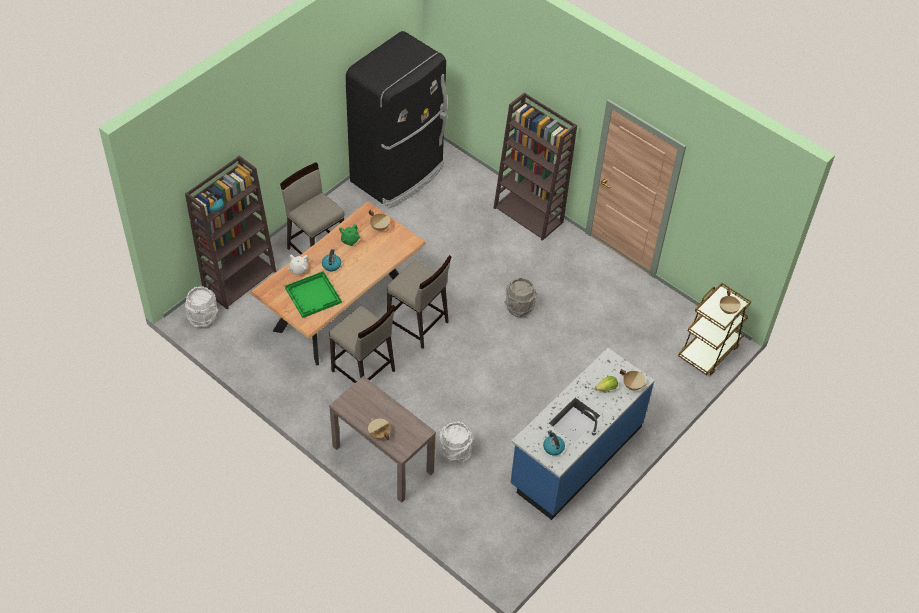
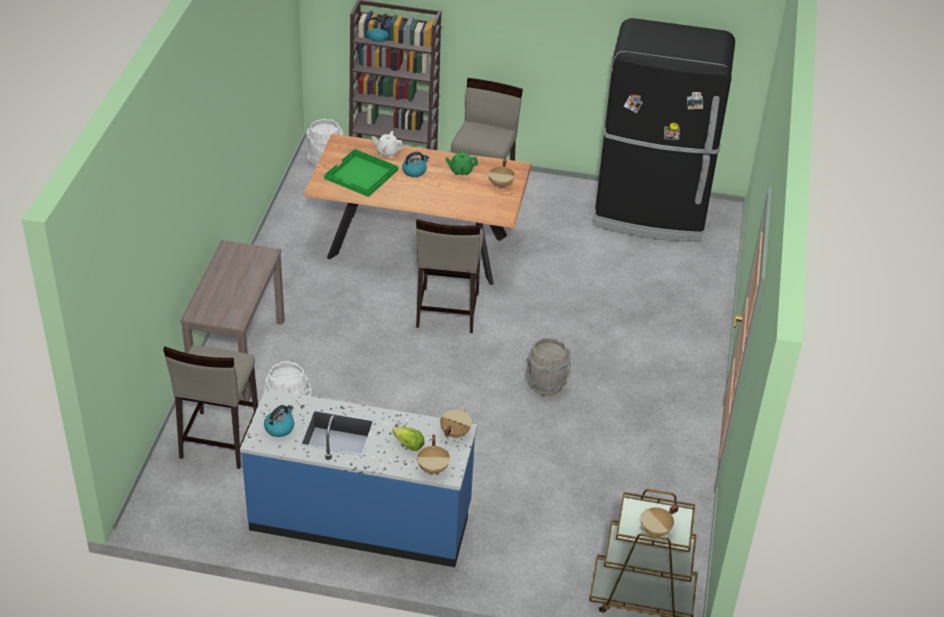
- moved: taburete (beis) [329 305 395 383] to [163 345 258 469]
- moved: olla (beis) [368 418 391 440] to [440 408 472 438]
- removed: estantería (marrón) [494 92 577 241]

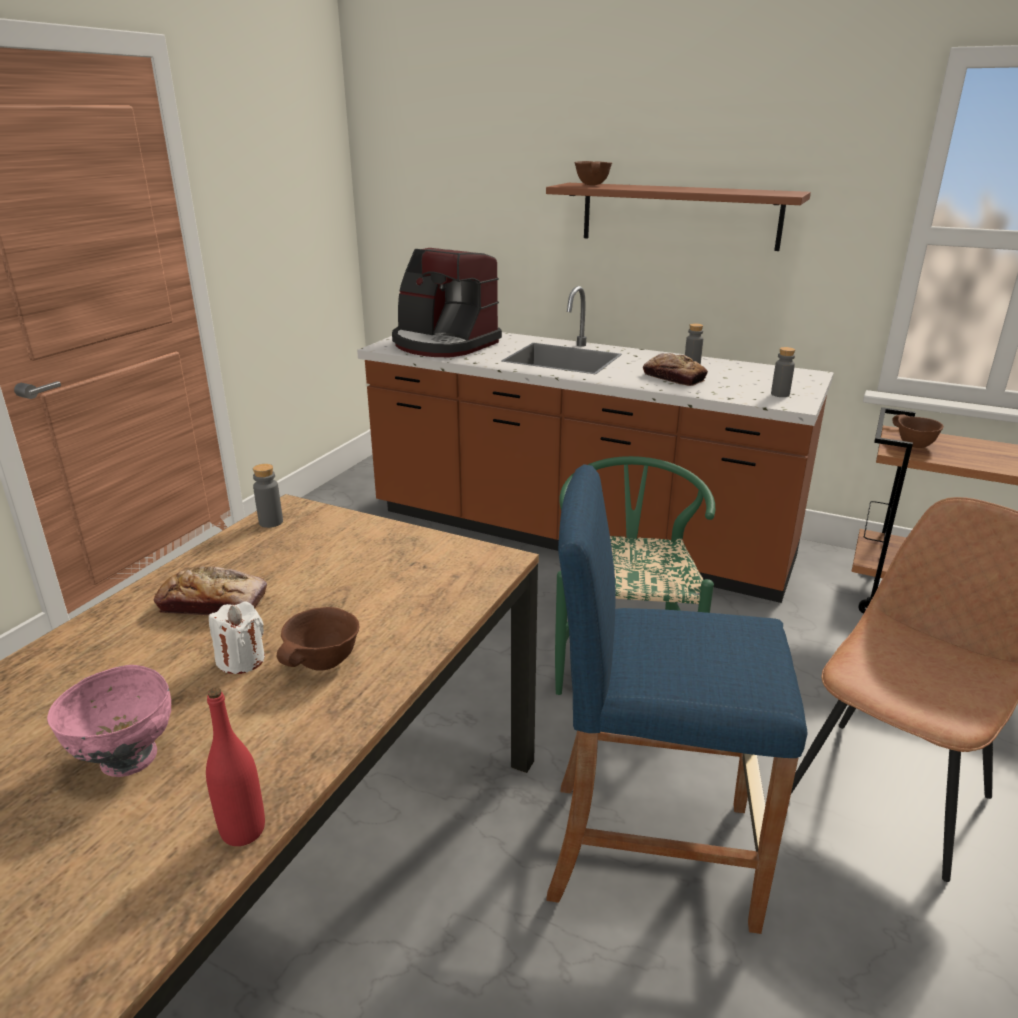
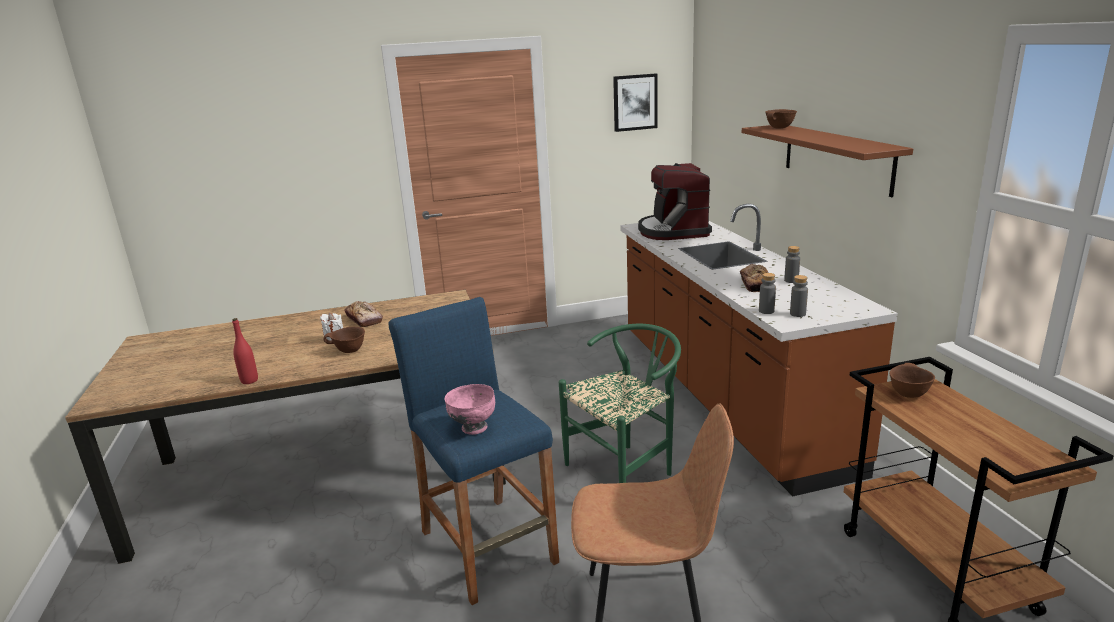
- moved: cuenco (rosa) [47 665 171 777] to [444 384 495 435]
- moved: botella (gris) [253 464 283 528] to [759 273 776 314]
- added: cuadro [613 73 658 132]

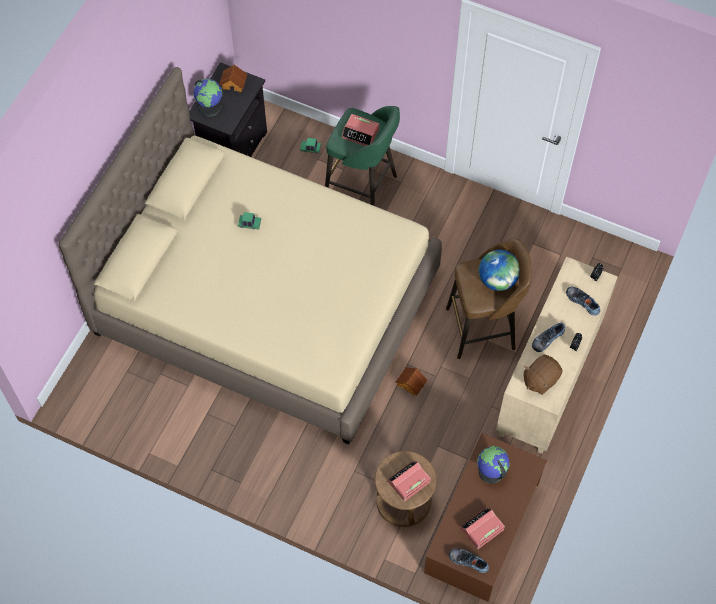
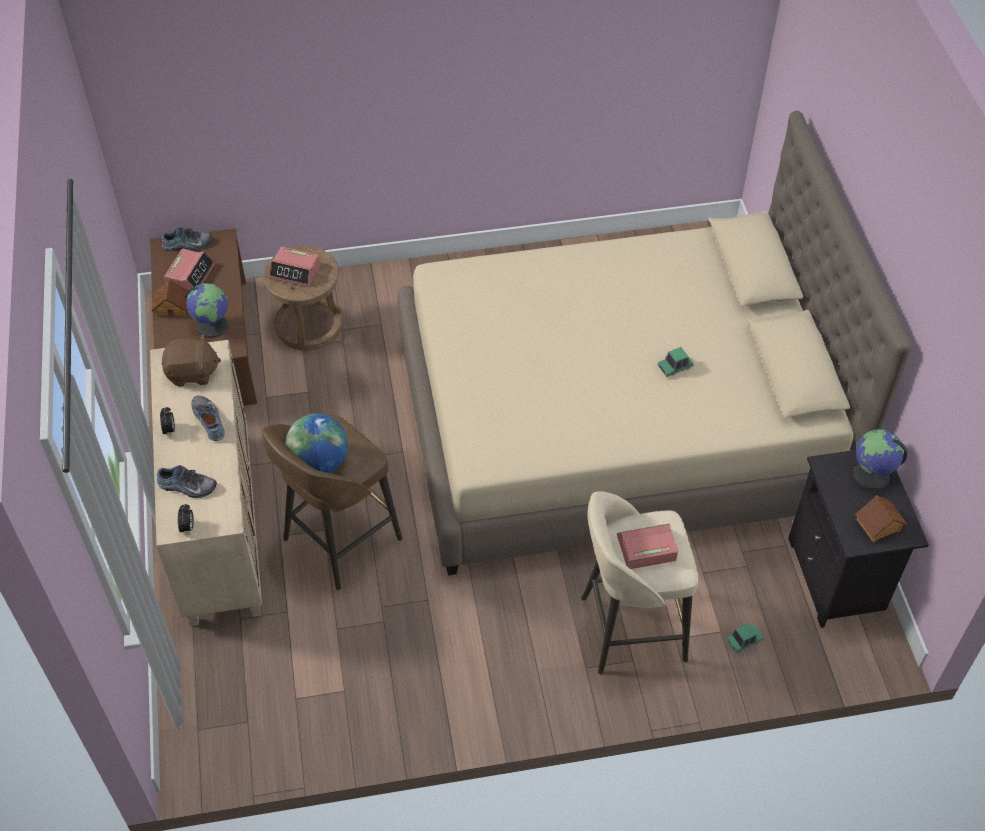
- recoloured: taburete (verde) [325 106 400 206] to taburete (beis) [581 491 698 674]
- turned: despertador [387 461 431 501] = [269 247 320 287] 90 degrees clockwise
- moved: casita [396 367 427 396] to [151 279 188 317]
- turned: peluche (marrón) [524 355 563 395] = [161 334 221 386] 75 degrees clockwise
- turned: zapato [532 322 565 352] = [191 396 225 441] 45 degrees counterclockwise

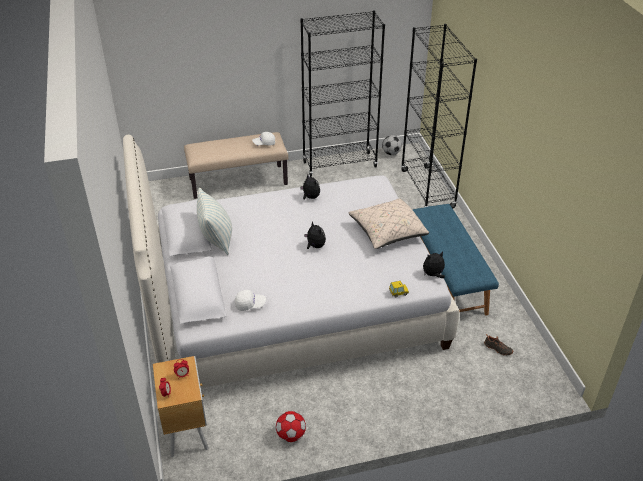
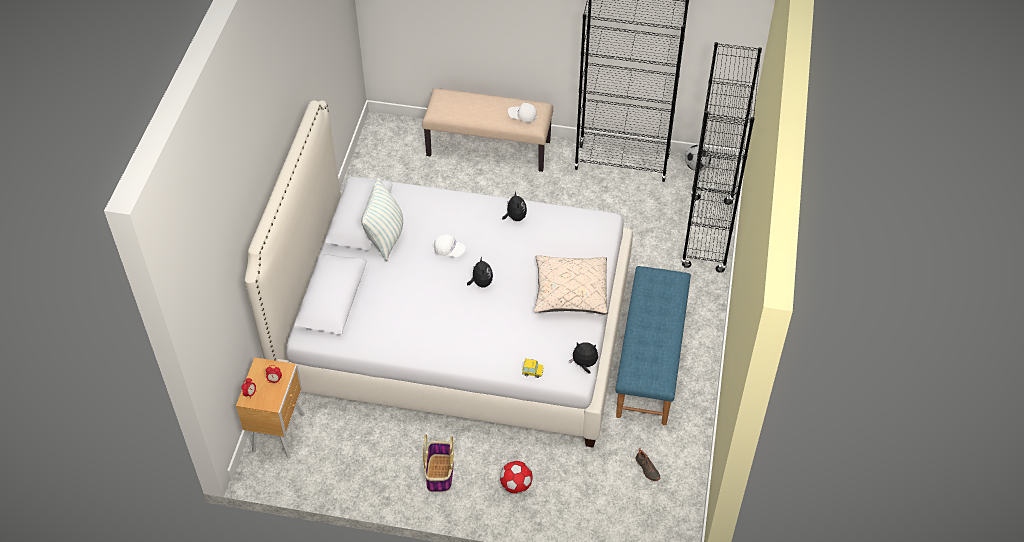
- moved: gorra (blanco) [234 290 266 311] to [434 234 466 257]
- moved: balón de fútbol [276 411 306 442] to [500 461 533 494]
- added: cesta [423 434 454 492]

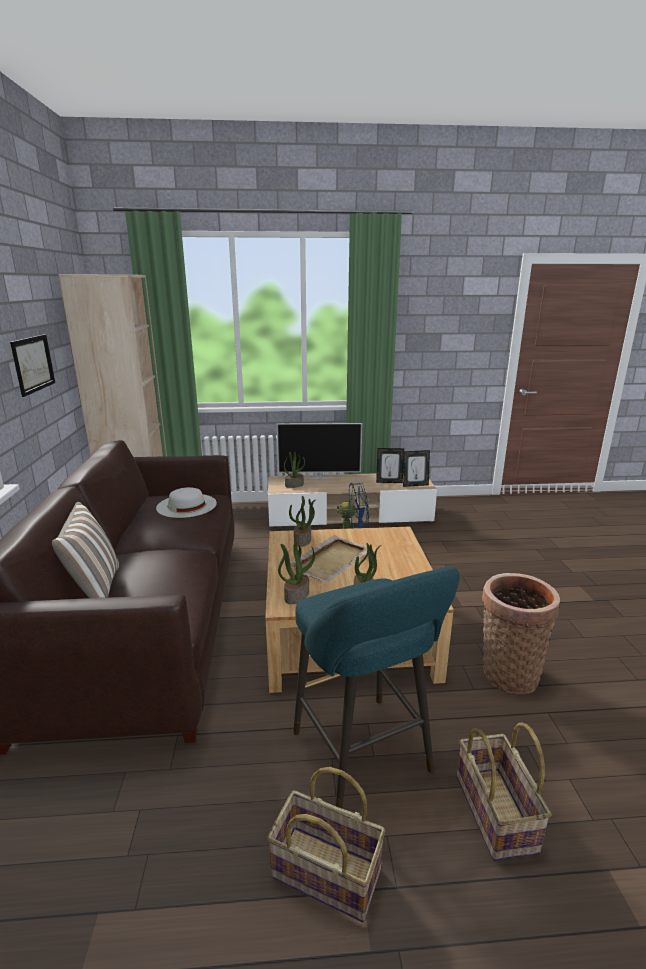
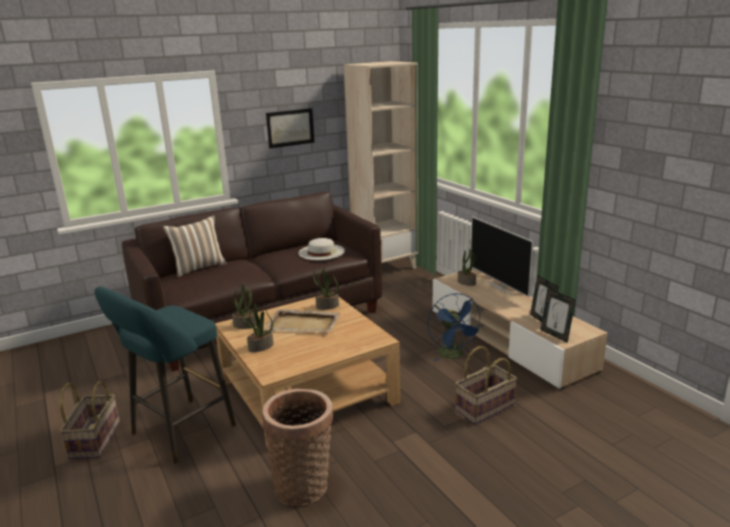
- moved: cesta [457 722 552 861] to [455 346 517 424]

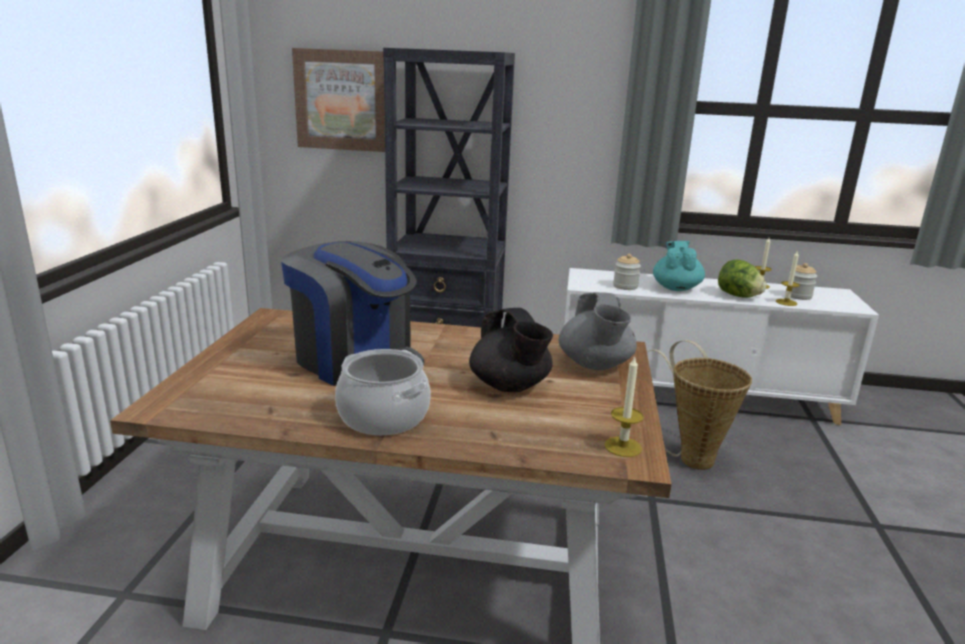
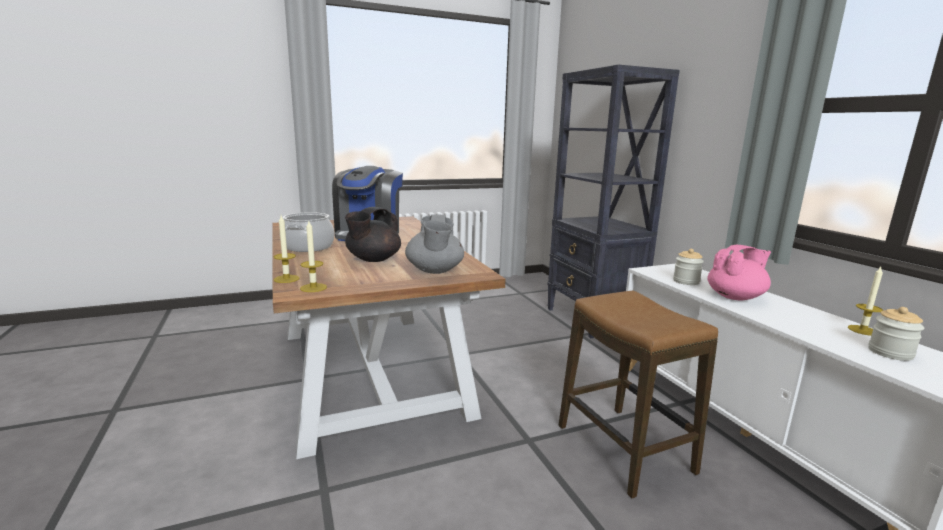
- removed: cuadro [292 48 385 152]
- turned: tetera (gris) [559 292 637 370] = [405 214 464 274] 60 degrees counterclockwise
- replaced: cesta [648 340 752 470] to taburete [558 291 718 498]
- recoloured: tetera (turquesa) [653 241 705 291] to tetera (rosa) [707 245 771 301]
- removed: lechuga [718 259 767 298]
- moved: vela [776 250 800 306] to [273 215 300 283]

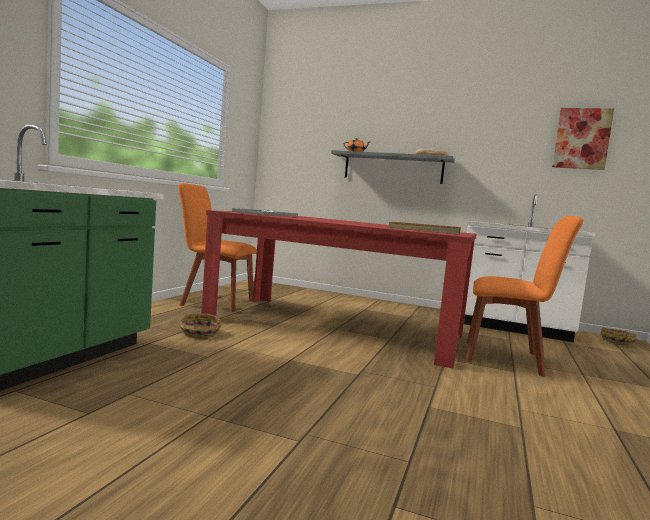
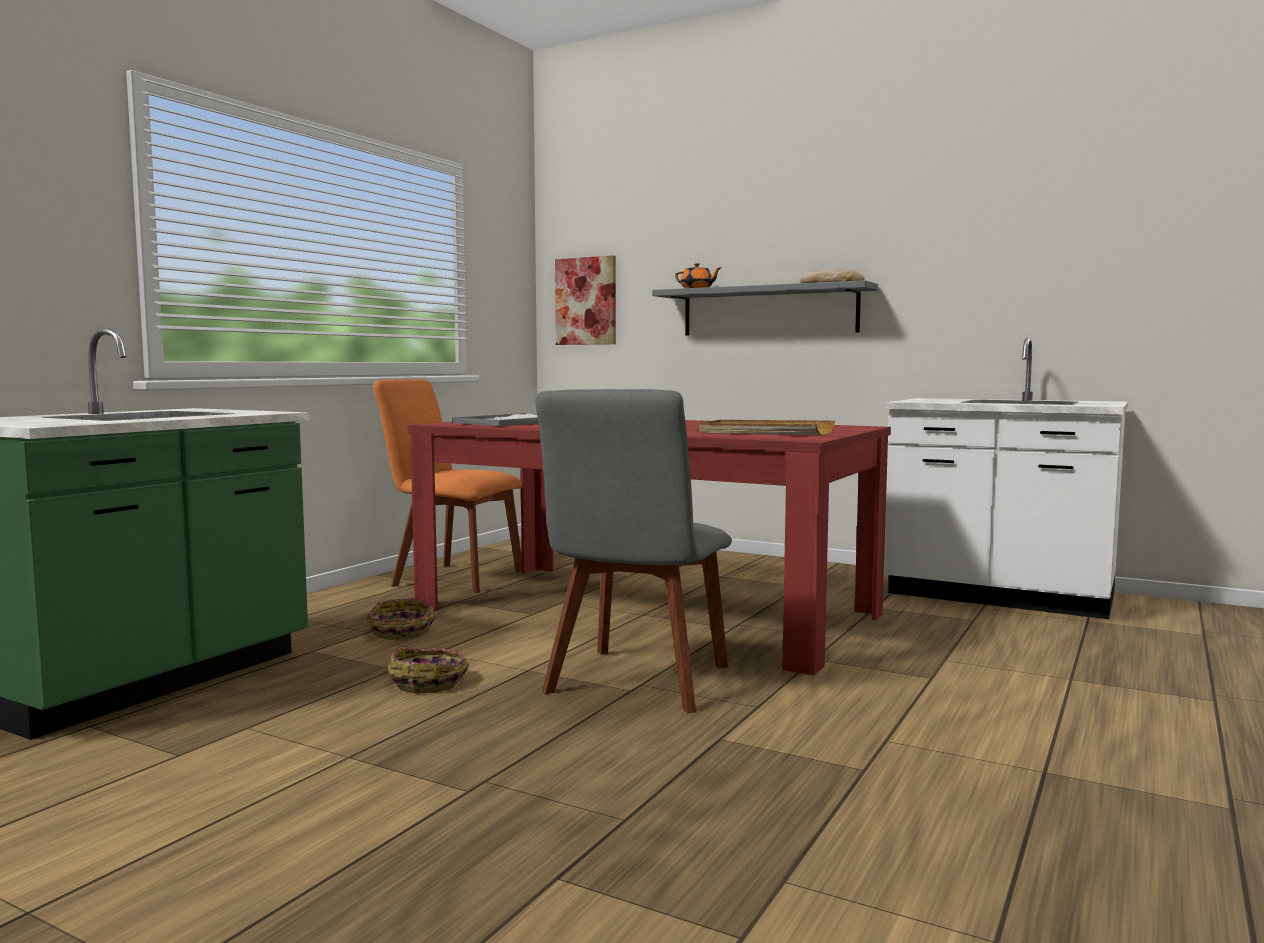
- removed: silla (naranja) [465 216 583 377]
- moved: cuadro [552 108 614 170] to [555 255 616 345]
- moved: cesta [601 327 637 346] to [388 647 469 694]
- added: silla (gris) [535 389 732 714]

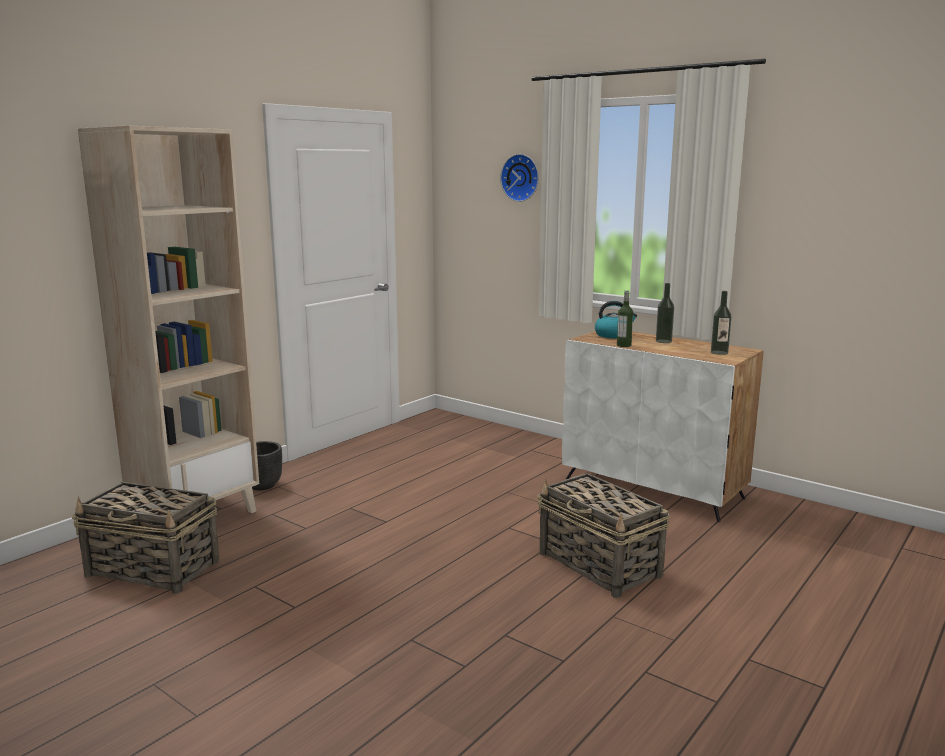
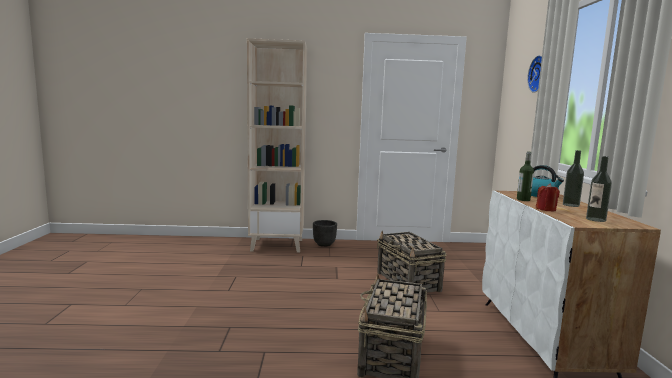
- moved: cesta [72 482 220 594] to [377 231 446 293]
- added: vela (rojo) [536 184 560 211]

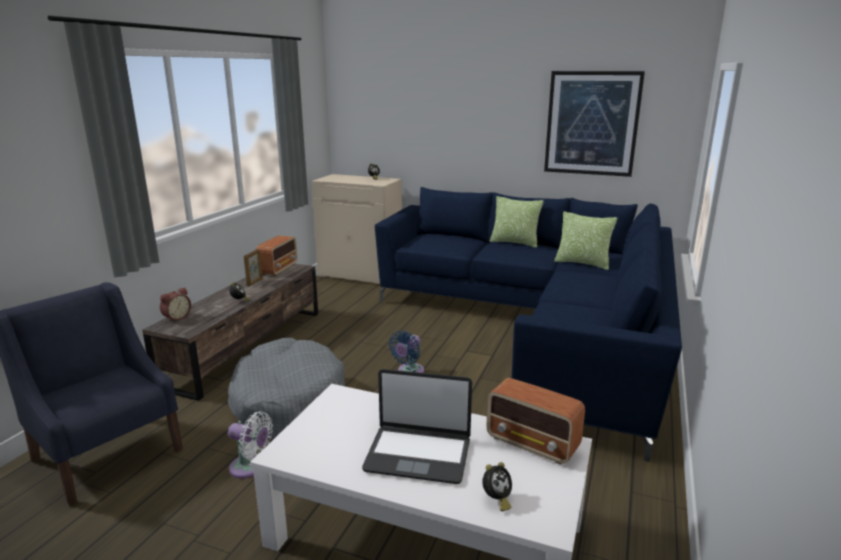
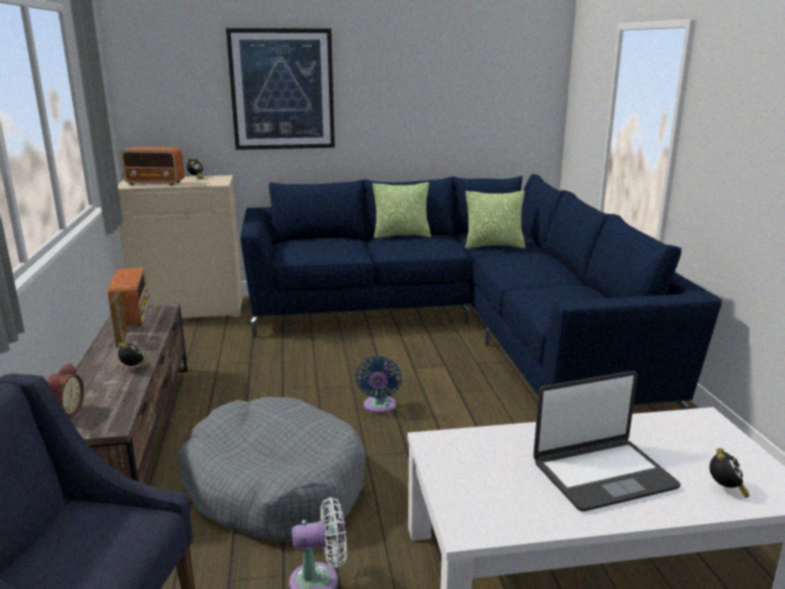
- moved: radio [486 378 585 464] to [120 147 185 186]
- moved: cuadro [544 71 645 177] to [226 28 335 150]

